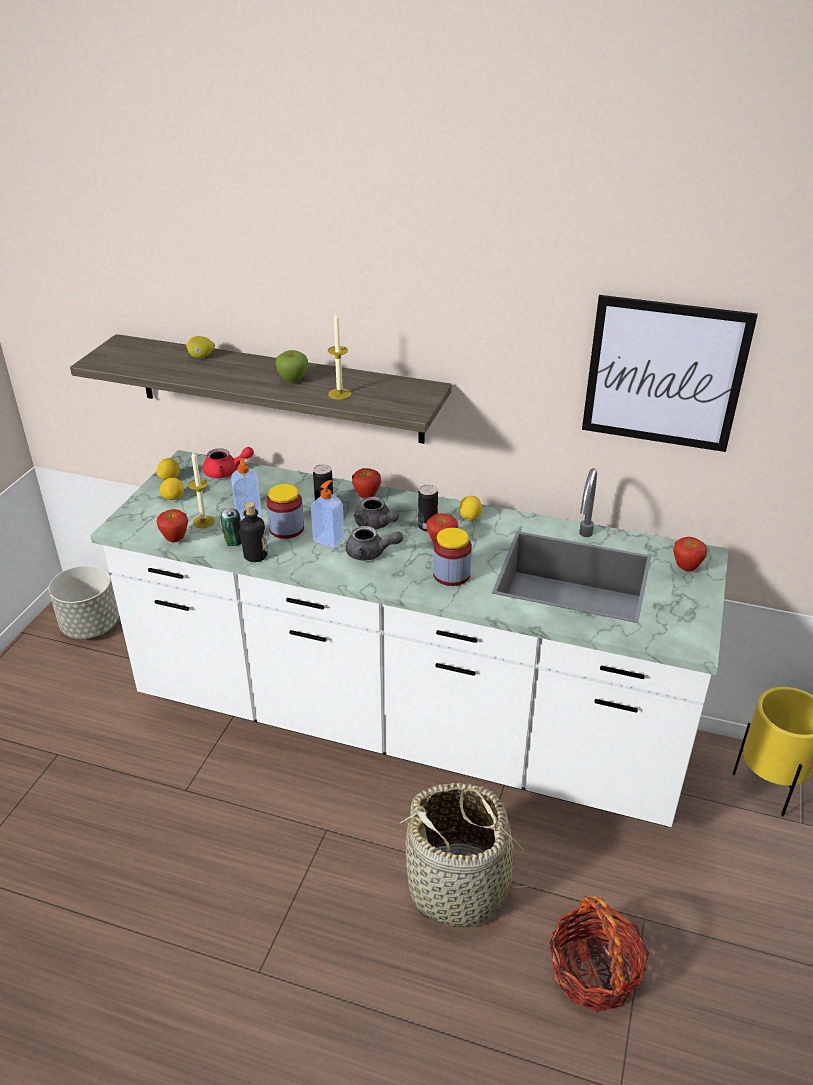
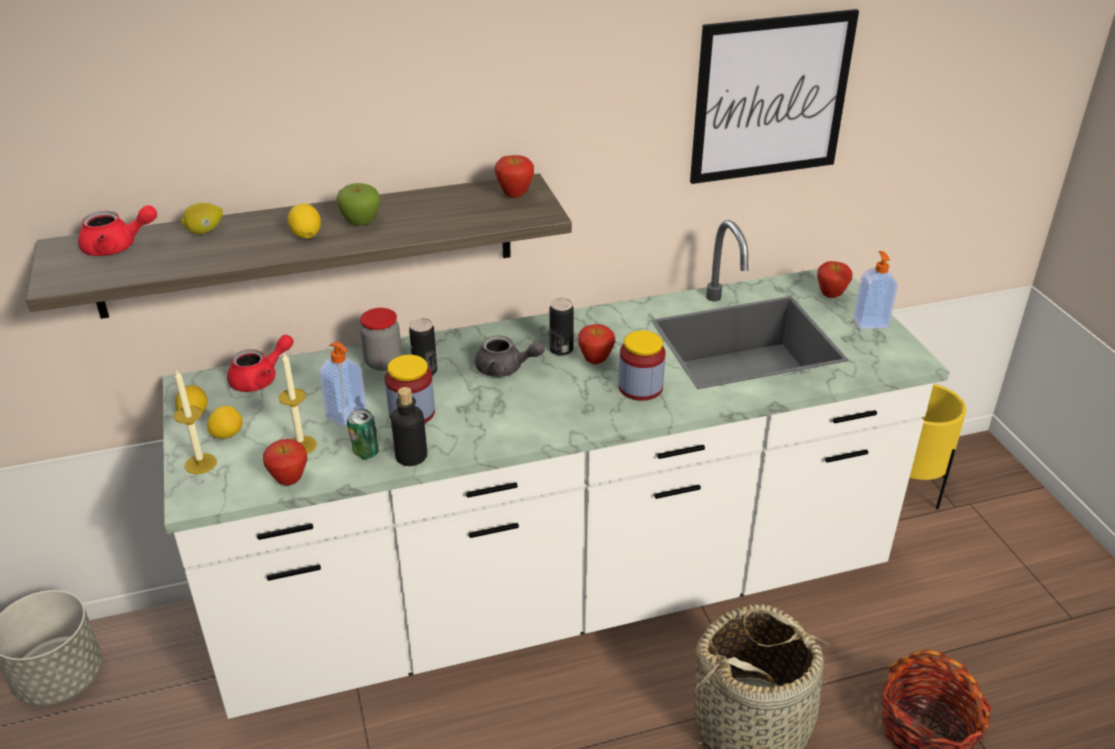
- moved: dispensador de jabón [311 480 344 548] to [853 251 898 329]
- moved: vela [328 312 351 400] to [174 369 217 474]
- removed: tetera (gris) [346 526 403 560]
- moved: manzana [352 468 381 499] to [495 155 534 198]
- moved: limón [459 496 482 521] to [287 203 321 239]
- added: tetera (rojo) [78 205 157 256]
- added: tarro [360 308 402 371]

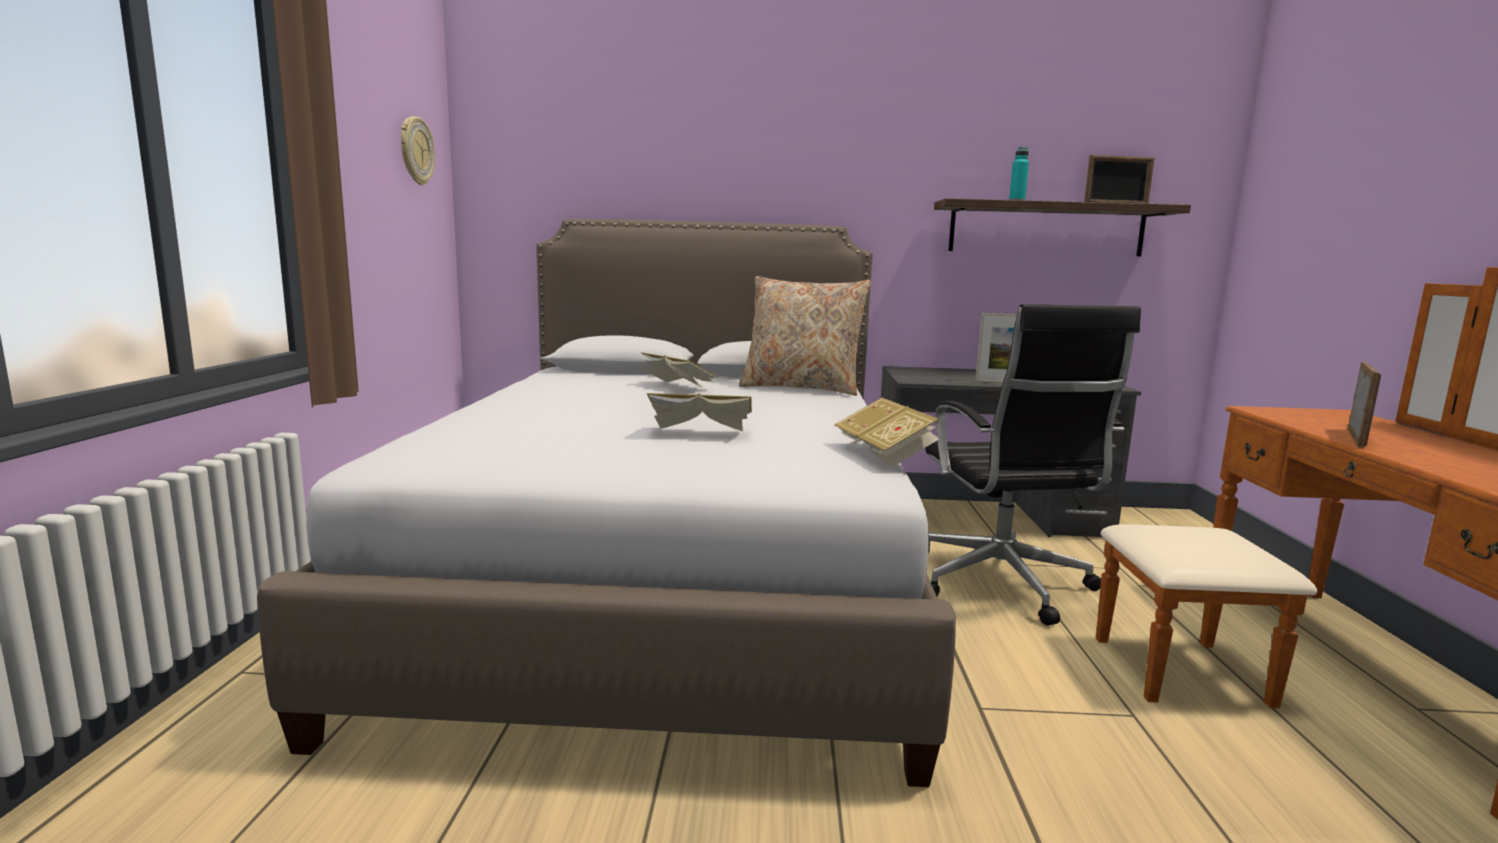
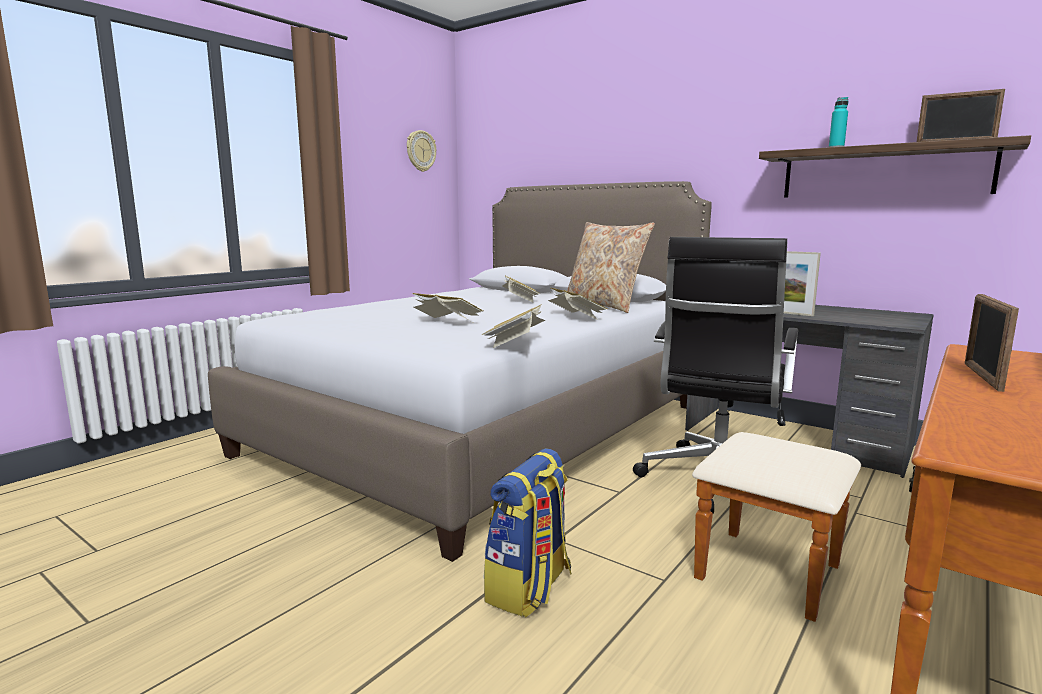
- turned: portarretratos [1348 362 1381 448] = [965 294 1019 392] 135 degrees clockwise
- added: mochila [483 448 572 618]
- added: libro [548 287 607 320]

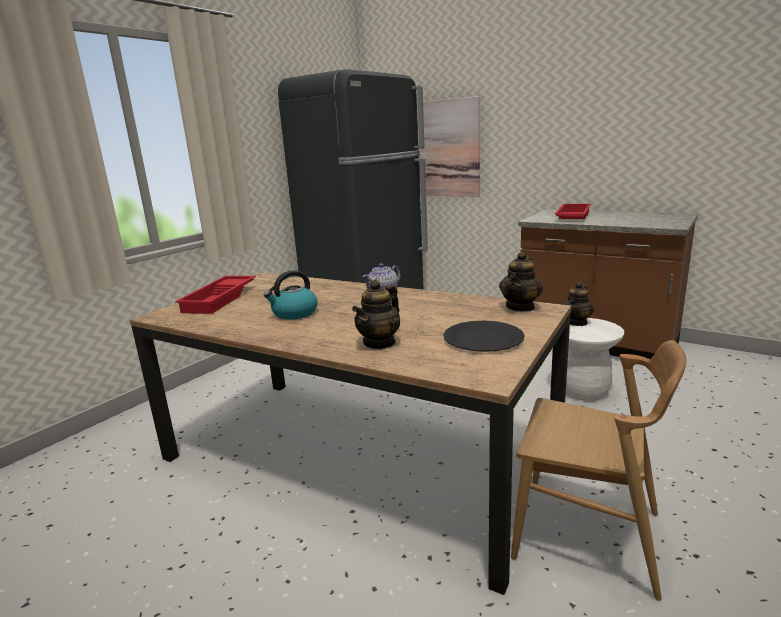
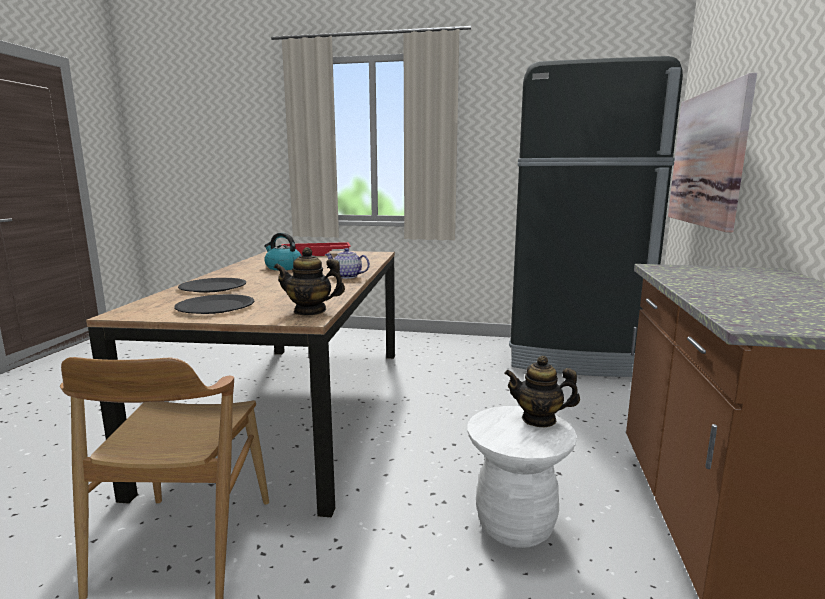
- replaced: tetera [352 280 400 349] to plato (negro) [178 278 246 293]
- removed: bandeja (rojo) [554 204 591 219]

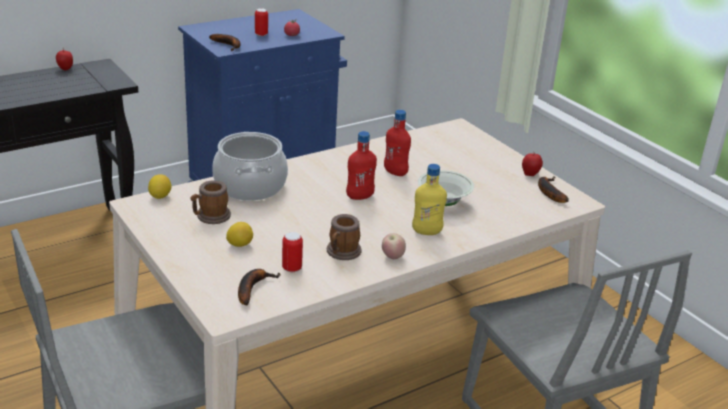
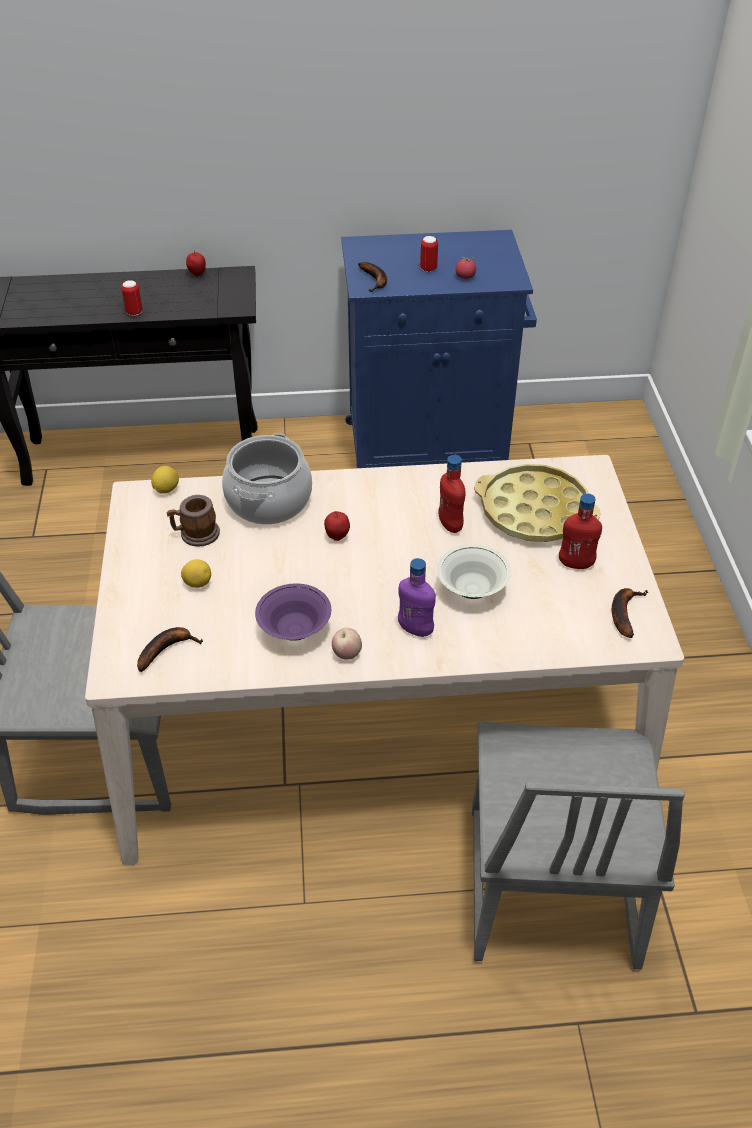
- moved: lata [282 232 303 272] to [121 280 143 316]
- replaced: taza grande [327 214 361 260] to cuenco (morado) [255 583 331 641]
- moved: botella (rojo) [346 131 377 200] to [559 493 602 569]
- recoloured: botella (amarillo) [412 164 447 235] to botella (morado) [398 558 436 637]
- moved: manzana [522 154 543 176] to [324 511 350 541]
- added: bandeja (amarillo) [474 464 601 542]

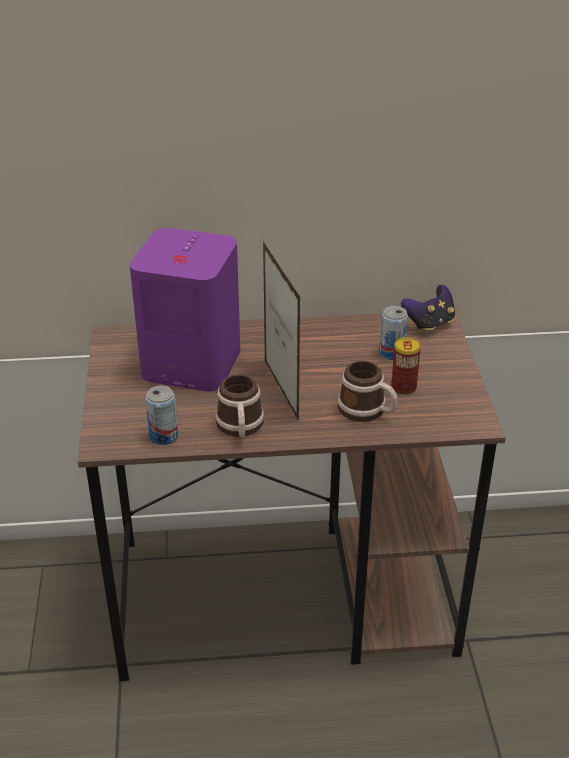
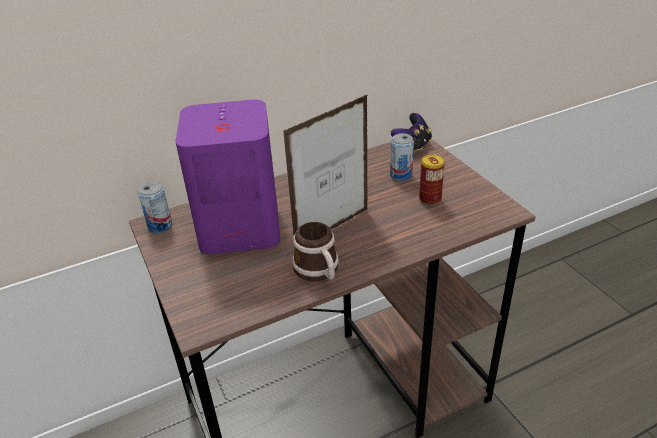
- moved: lata [145 385 178 445] to [138 182 172 233]
- turned: portarretratos [263 241 300 421] = [283 95 368 235] 90 degrees counterclockwise
- removed: taza grande [338 361 397 422]

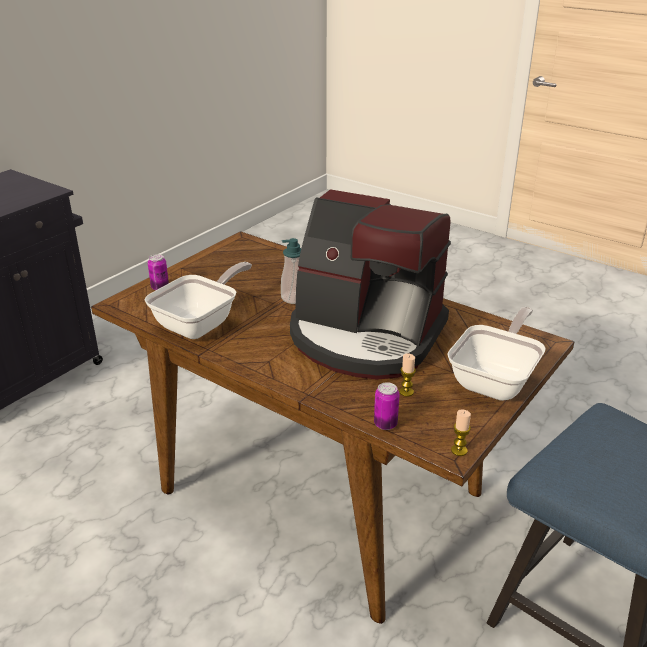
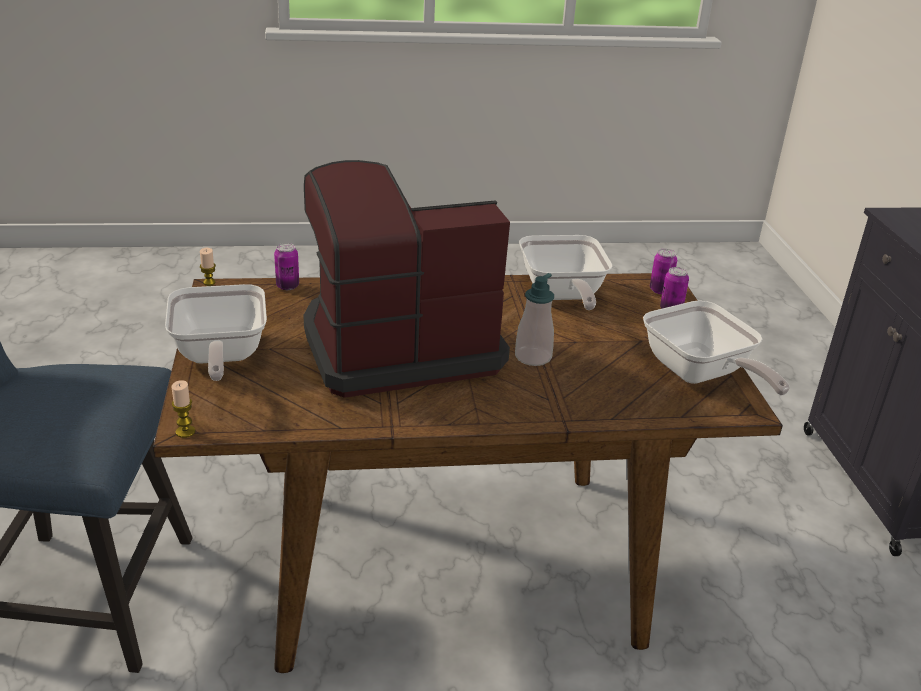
- moved: vela [399 353 416 397] to [171 380 195 438]
- added: sartén [643 300 790 395]
- added: lata [650 249 677 294]

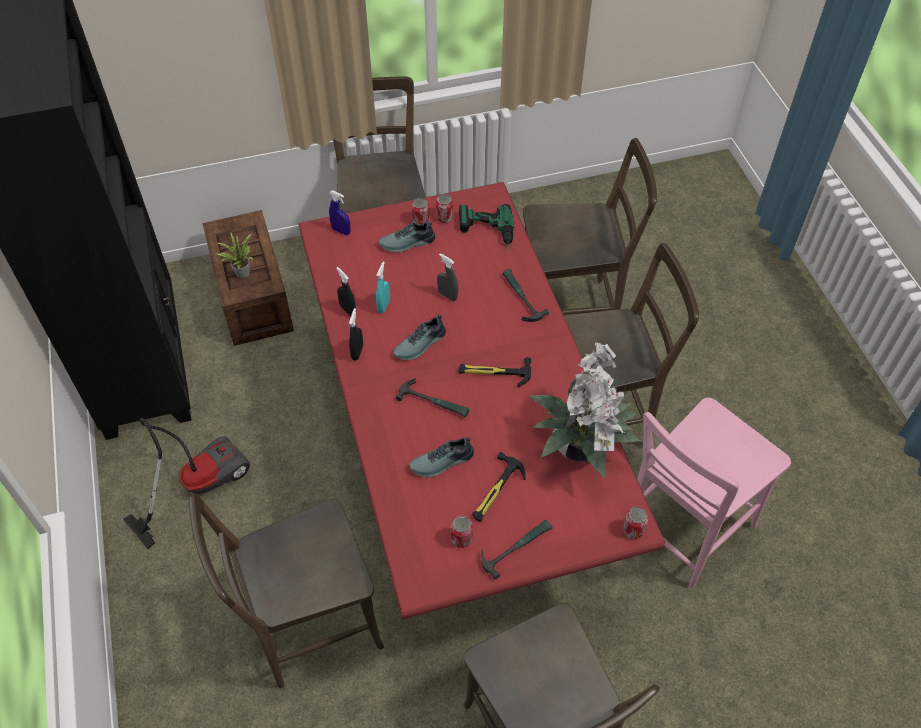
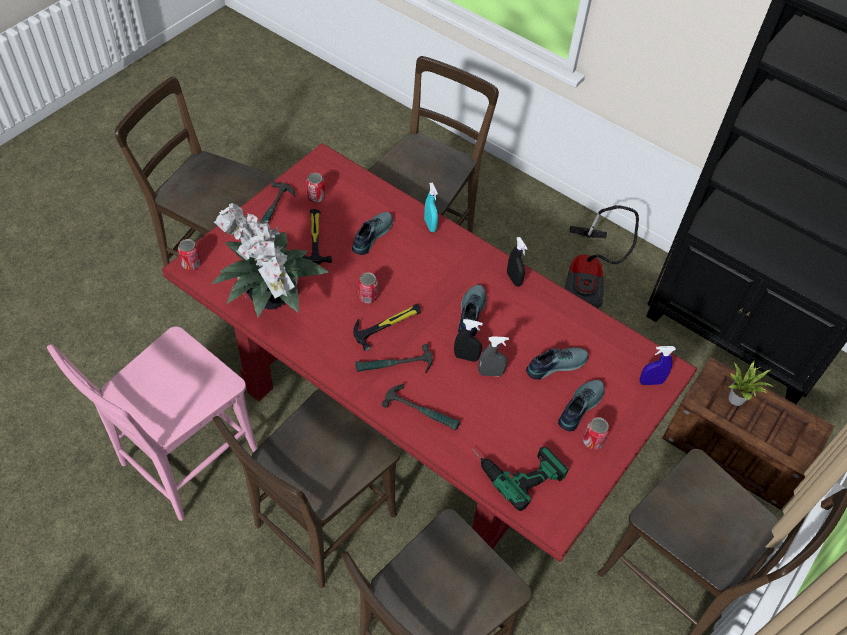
- moved: pulverizador (negro) [336 267 356 316] to [454 319 483 362]
- moved: pulverizador (turquesa) [376 262 390 313] to [424 183 438 232]
- moved: martillo [396 378 469 417] to [355 344 433 373]
- moved: lata [436 194 453 223] to [358 272 378 303]
- turned: silla (rosa) [637 398 791 588] = [47 326 258 521] 150 degrees counterclockwise
- added: zapato [526 348 588 380]

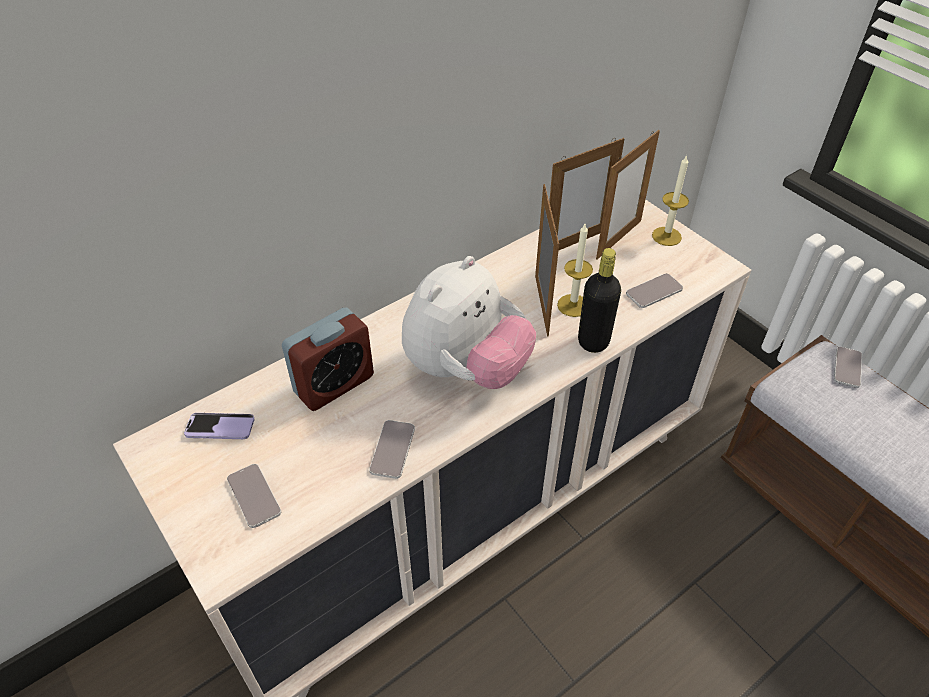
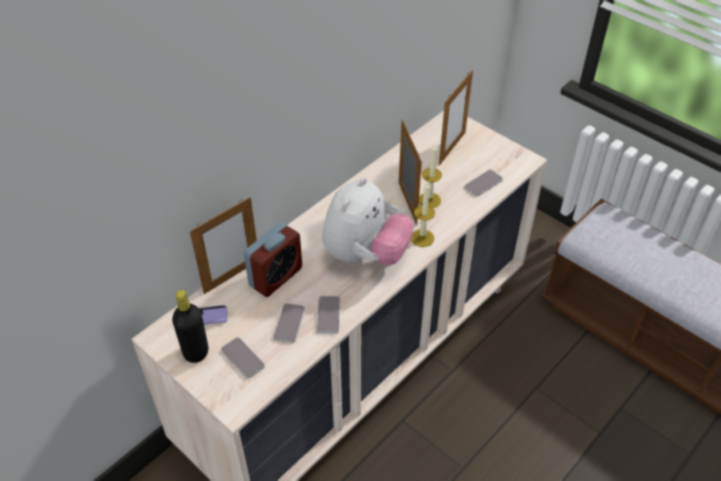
- moved: portarretratos [549 138 625 250] to [190 197 257 294]
- moved: botella (negro) [578 248 621 353] to [172 290 208 363]
- moved: vela [652 155 689 246] to [411 182 435 247]
- moved: móvil [834 346 862 388] to [274 303 305 343]

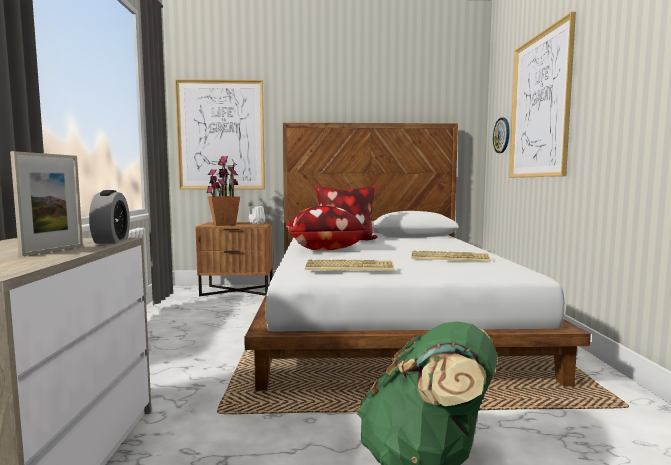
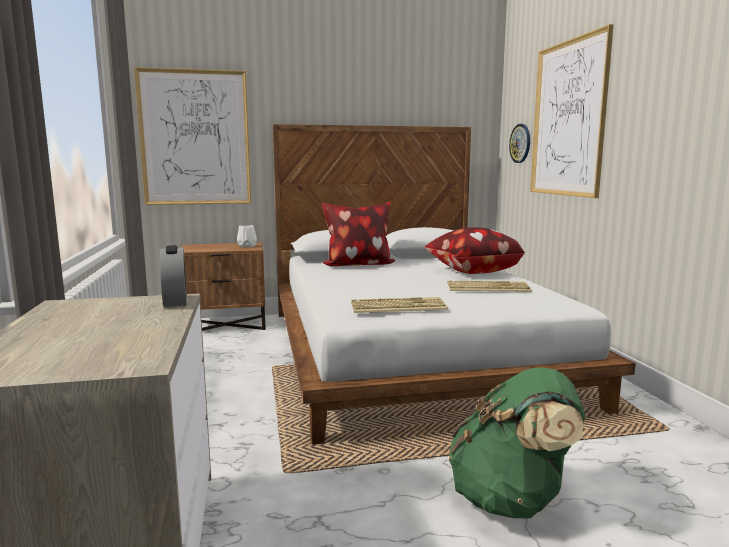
- removed: portarretratos [10 151 83 256]
- removed: planta en maceta [207 156 240 226]
- moved: cojín [286 206 367 251] to [424 227 525 274]

